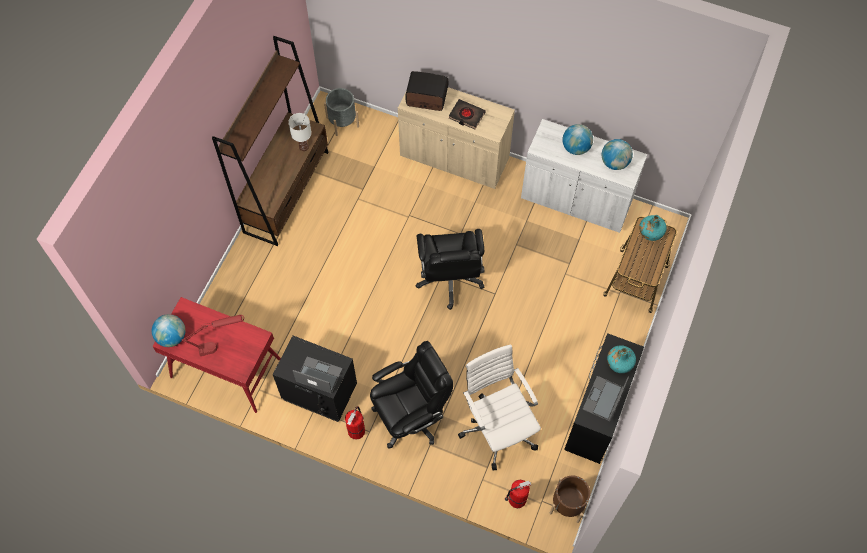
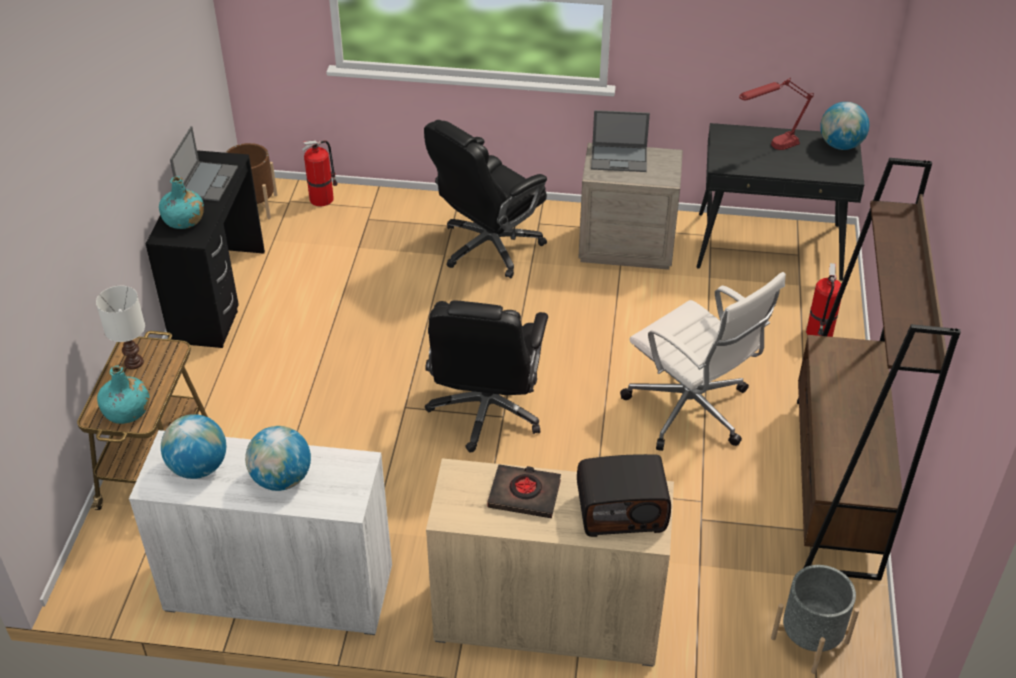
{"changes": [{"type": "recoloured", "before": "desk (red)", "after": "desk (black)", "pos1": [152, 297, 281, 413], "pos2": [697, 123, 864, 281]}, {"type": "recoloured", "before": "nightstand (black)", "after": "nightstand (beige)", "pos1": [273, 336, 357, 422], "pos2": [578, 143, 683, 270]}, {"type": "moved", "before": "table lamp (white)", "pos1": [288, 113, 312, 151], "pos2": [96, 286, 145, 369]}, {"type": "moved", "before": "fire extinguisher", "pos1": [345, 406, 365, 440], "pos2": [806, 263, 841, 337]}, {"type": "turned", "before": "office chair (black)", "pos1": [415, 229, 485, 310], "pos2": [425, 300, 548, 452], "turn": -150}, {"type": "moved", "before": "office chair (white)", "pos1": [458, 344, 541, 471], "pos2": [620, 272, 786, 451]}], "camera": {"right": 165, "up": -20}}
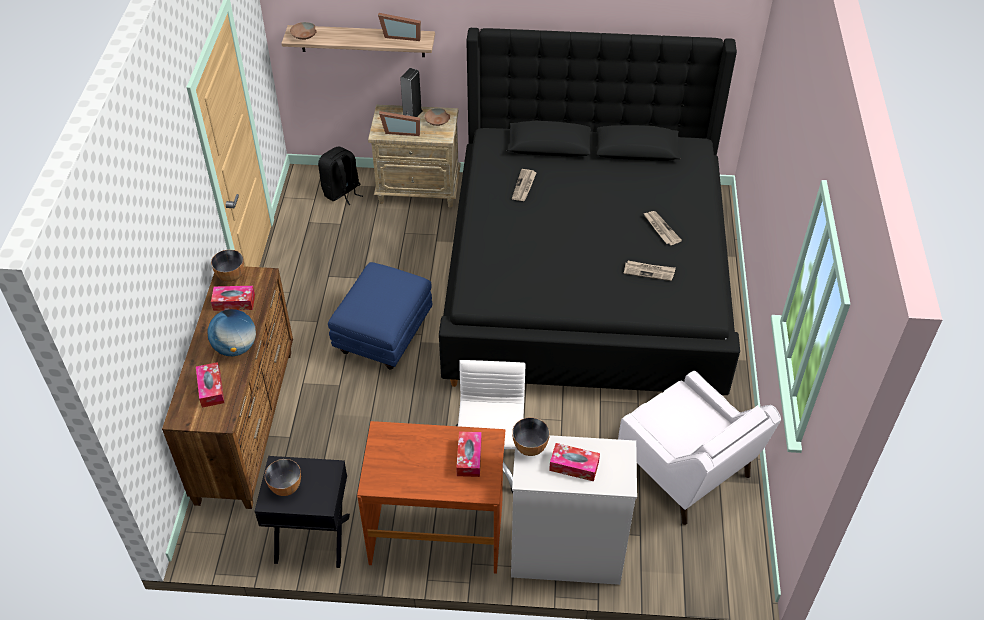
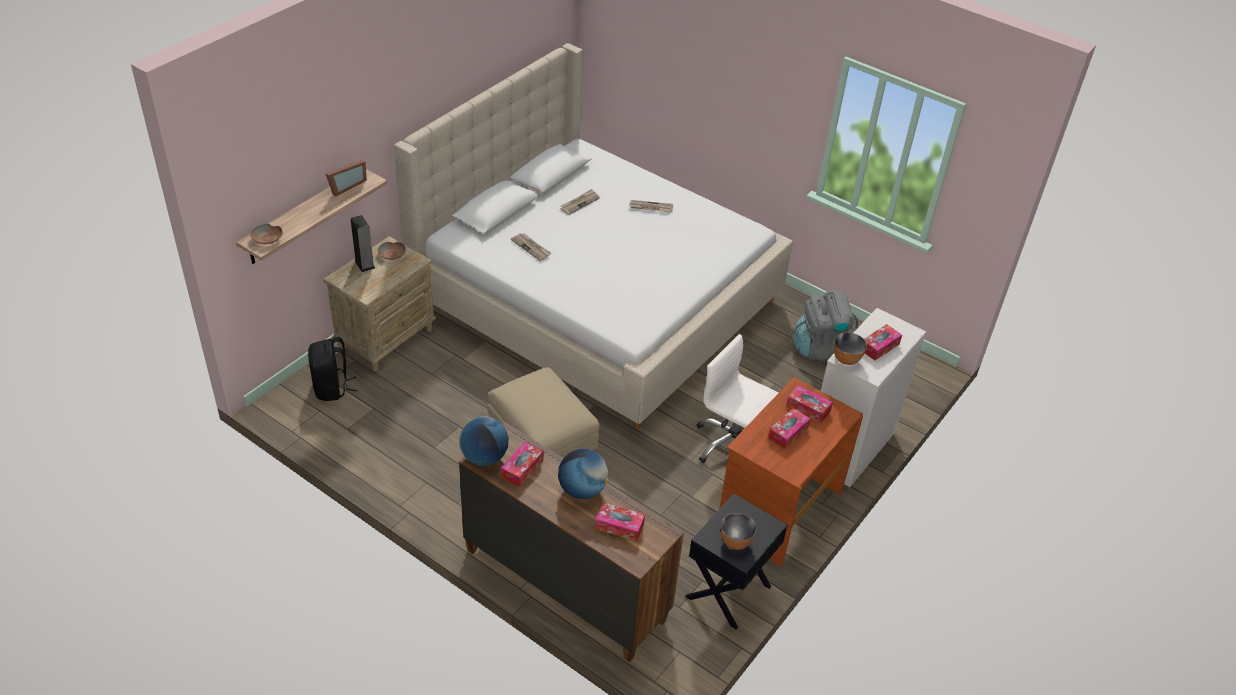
{"changes": [{"type": "replaced", "before": "bowl", "after": "globe", "pos1": [211, 250, 244, 282], "pos2": [459, 416, 509, 466]}, {"type": "recoloured", "before": "ottoman (blue)", "after": "ottoman (beige)", "pos1": [328, 262, 432, 369], "pos2": [487, 367, 600, 458]}, {"type": "removed", "before": "picture frame", "pos1": [379, 111, 420, 136]}, {"type": "recoloured", "before": "bed (black)", "after": "bed (beige)", "pos1": [439, 28, 740, 395], "pos2": [394, 43, 793, 429]}, {"type": "replaced", "before": "armchair (white)", "after": "backpack (grey)", "pos1": [618, 371, 781, 525], "pos2": [793, 290, 858, 361]}, {"type": "moved", "before": "newspaper", "pos1": [624, 261, 676, 281], "pos2": [560, 189, 600, 215]}, {"type": "added", "after": "tissue box", "pos2": [768, 408, 810, 449]}], "camera": {"right": -60, "up": -5}}
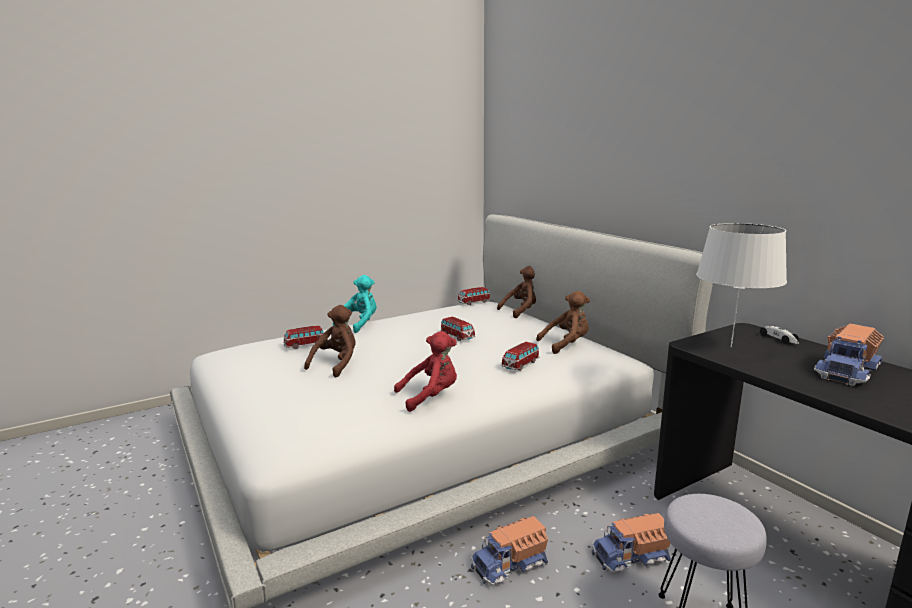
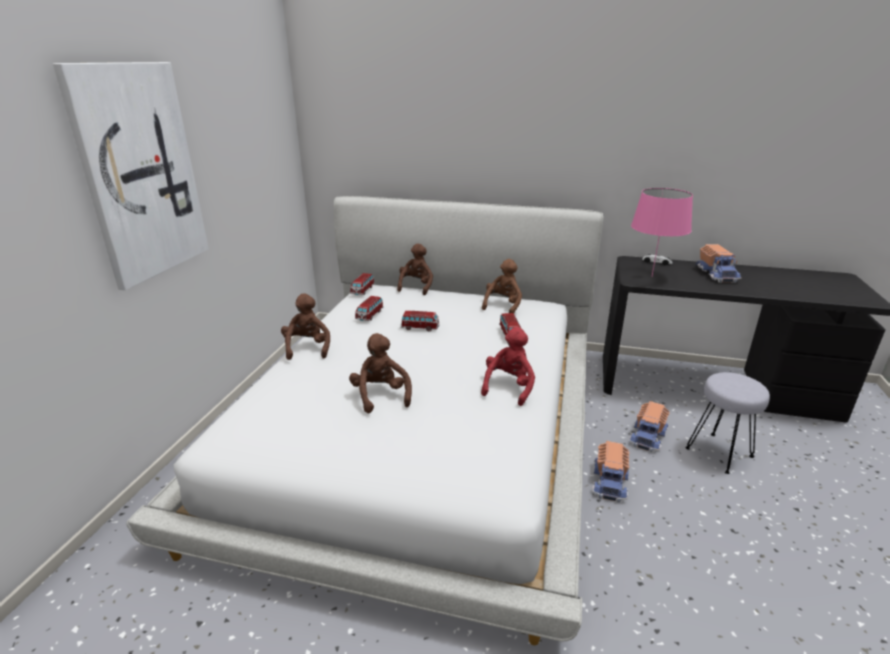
{"changes": [{"type": "moved", "before": "toy car", "pos1": [284, 326, 324, 349], "pos2": [355, 296, 383, 321]}, {"type": "recoloured", "before": "plush toy (turquoise)", "after": "plush toy (brown)", "pos1": [333, 275, 377, 333], "pos2": [281, 294, 330, 360]}, {"type": "recoloured", "before": "table lamp (white)", "after": "table lamp (pink)", "pos1": [696, 223, 787, 348], "pos2": [631, 188, 693, 276]}, {"type": "added", "after": "picture", "pos2": [53, 62, 209, 290]}], "camera": {"right": -45, "up": 10}}
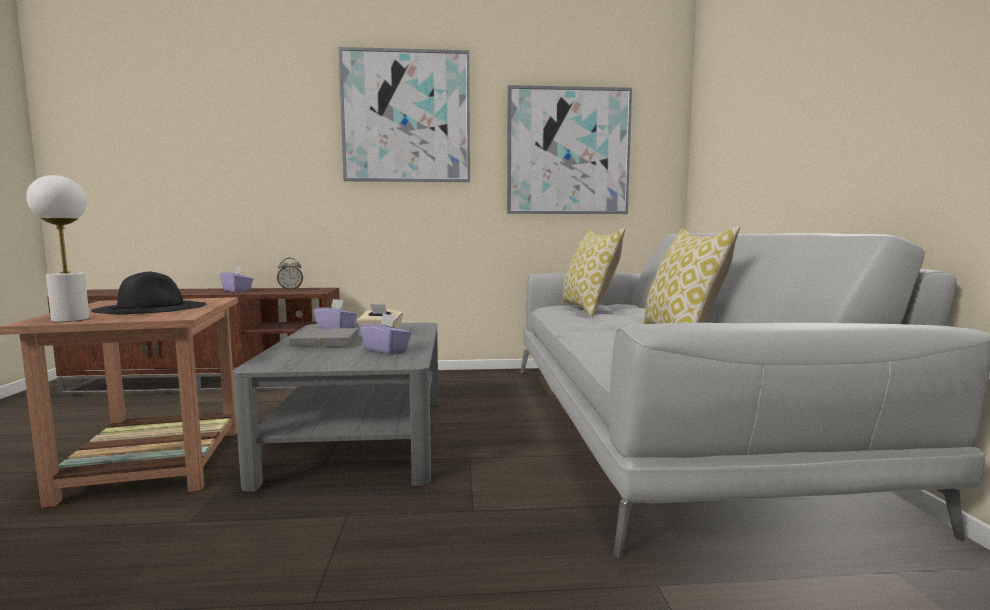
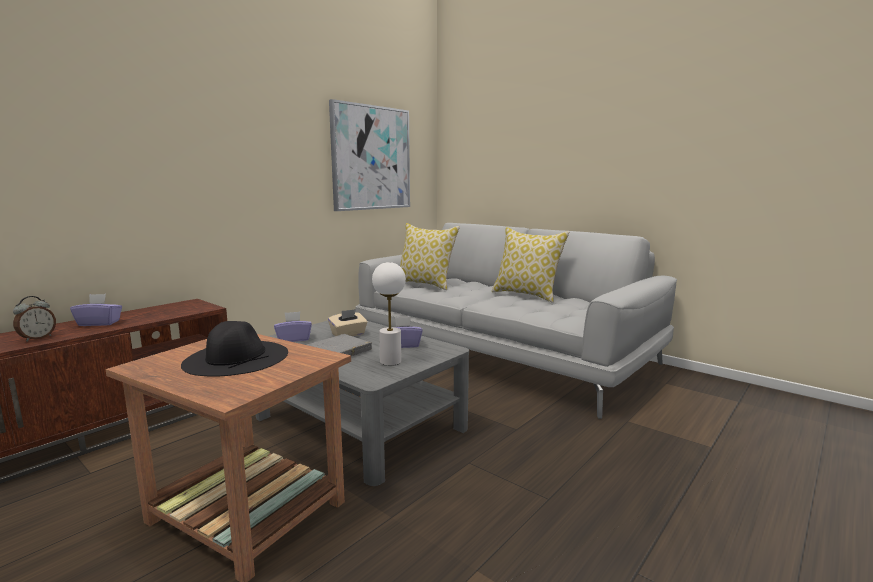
{"changes": [{"type": "moved", "before": "table lamp (white)", "pos1": [26, 175, 90, 322], "pos2": [372, 262, 406, 366]}, {"type": "moved", "before": "alarm clock", "pos1": [277, 258, 303, 290], "pos2": [13, 296, 56, 342]}, {"type": "removed", "before": "picture", "pos1": [338, 47, 470, 182]}], "camera": {"right": -45, "up": 5}}
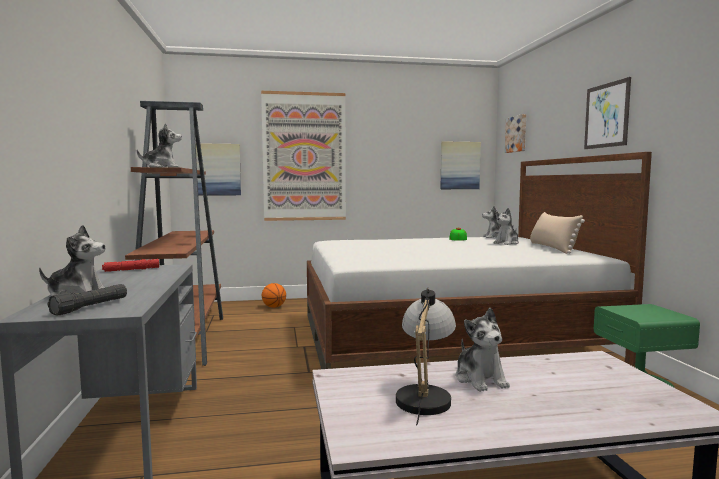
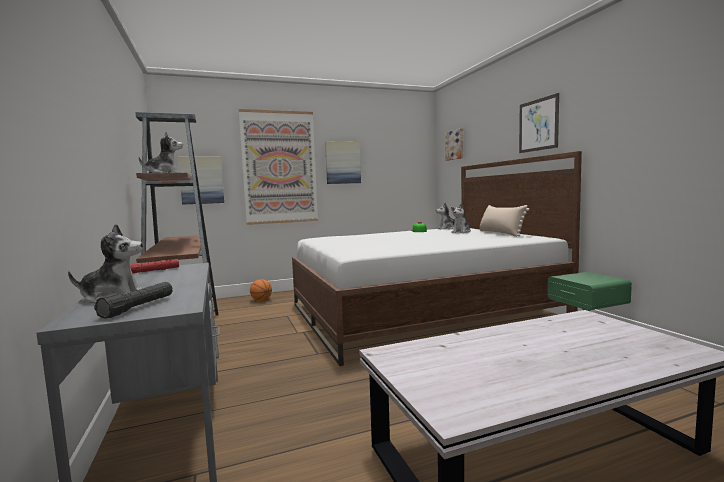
{"changes": [{"type": "removed", "before": "table lamp", "pos1": [396, 288, 456, 425]}, {"type": "moved", "before": "picture", "pos1": [440, 141, 481, 189], "pos2": [325, 141, 361, 184]}, {"type": "removed", "before": "plush toy", "pos1": [456, 308, 510, 392]}], "camera": {"right": -10, "up": 0}}
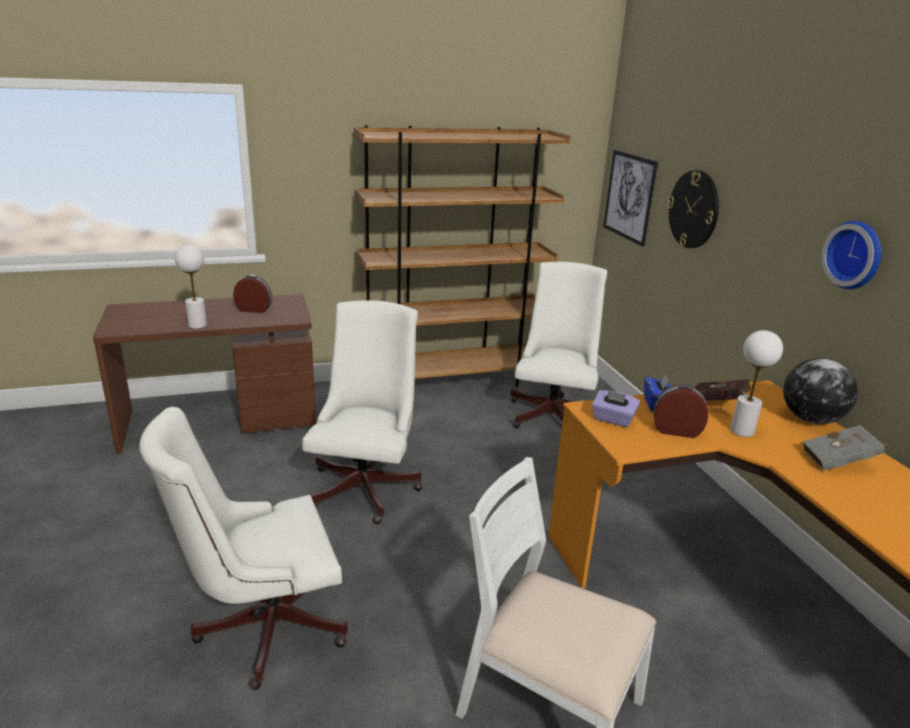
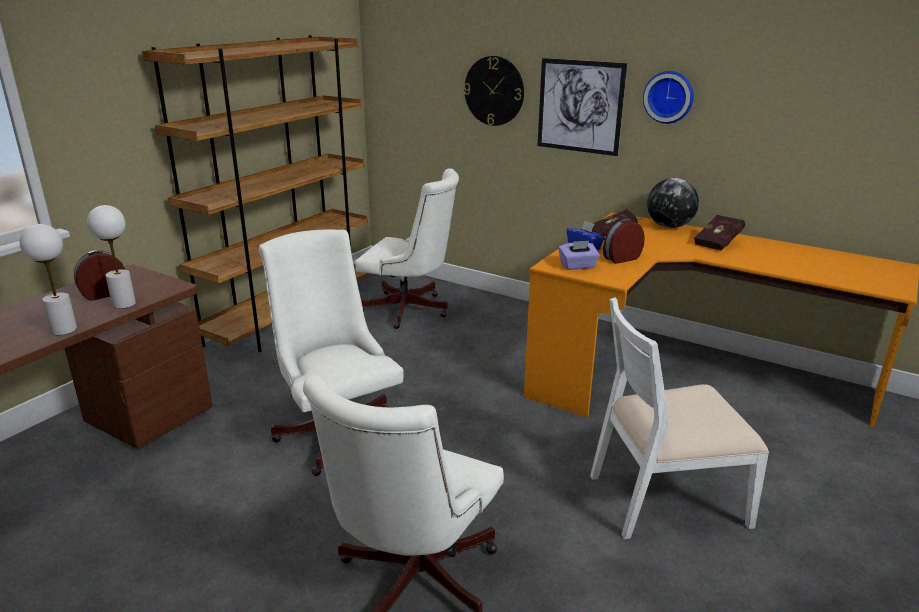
{"changes": [{"type": "turned", "before": "office chair (white)", "pos1": [510, 262, 607, 428], "pos2": [355, 168, 459, 329], "turn": 135}, {"type": "moved", "before": "picture", "pos1": [603, 150, 658, 247], "pos2": [537, 58, 627, 156]}, {"type": "moved", "before": "table lamp (white)", "pos1": [730, 330, 783, 437], "pos2": [87, 205, 136, 309]}, {"type": "recoloured", "before": "book (grey)", "after": "book (red)", "pos1": [803, 425, 887, 470], "pos2": [694, 215, 745, 251]}], "camera": {"right": -40, "up": 0}}
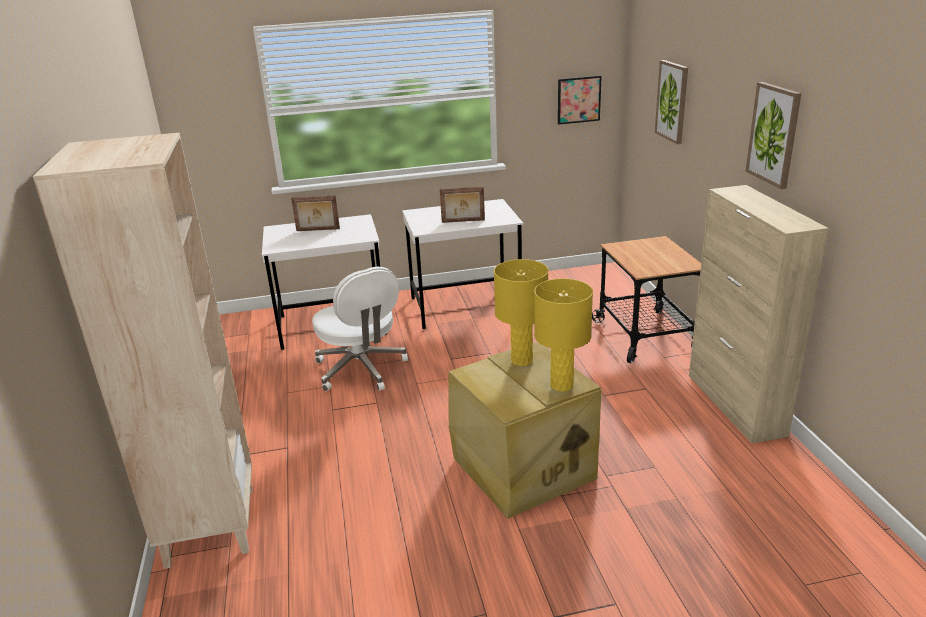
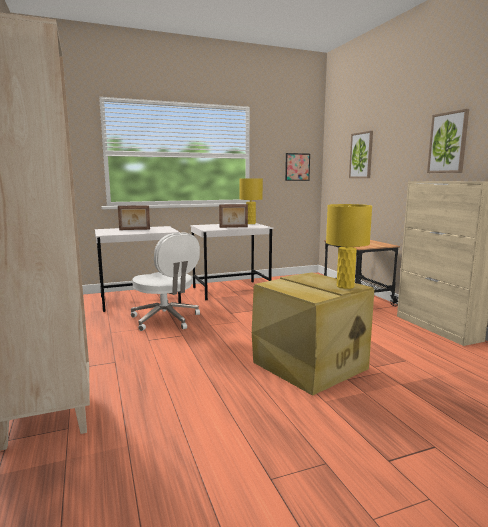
{"changes": [{"type": "moved", "before": "table lamp (yellow)", "pos1": [494, 259, 548, 366], "pos2": [239, 178, 263, 224]}], "camera": {"right": -10, "up": -15}}
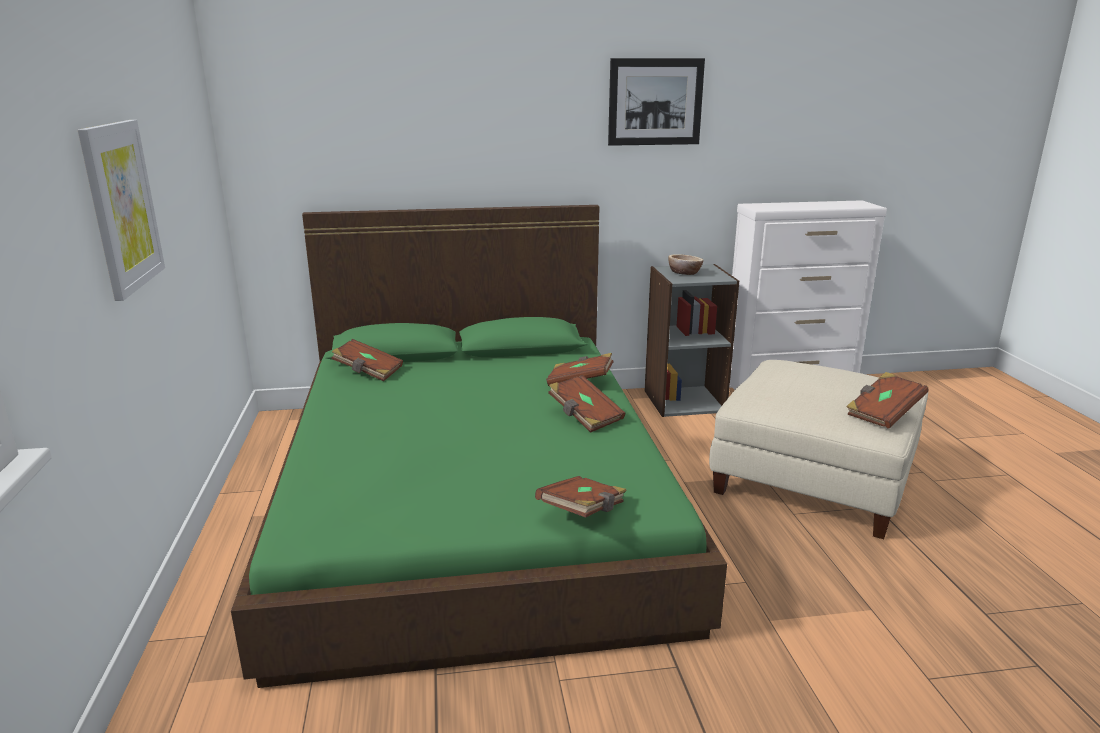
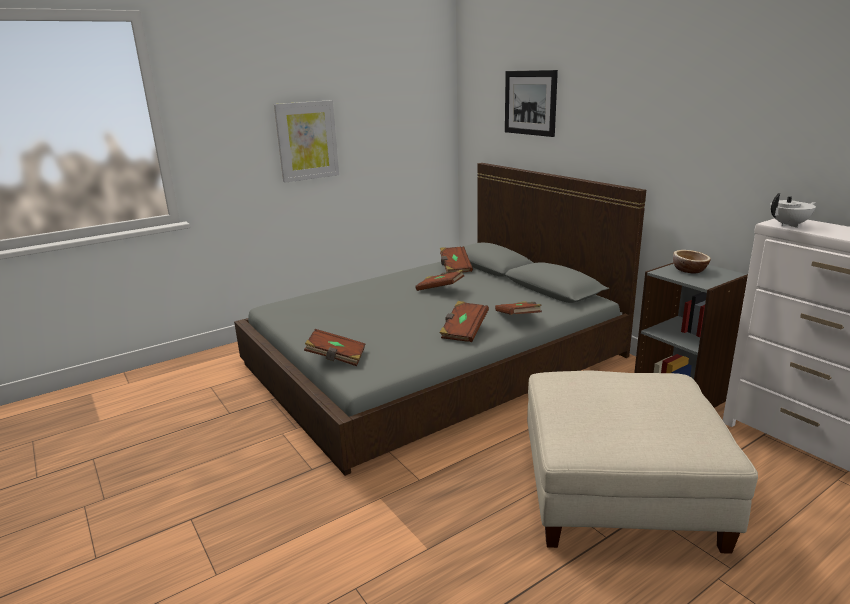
{"changes": [{"type": "recoloured", "before": "bed (green)", "after": "bed (grey)", "pos1": [231, 205, 727, 688], "pos2": [234, 163, 646, 476]}, {"type": "moved", "before": "picture", "pos1": [608, 58, 705, 146], "pos2": [505, 70, 558, 137]}, {"type": "moved", "before": "book (brown)", "pos1": [846, 372, 929, 429], "pos2": [415, 270, 464, 291]}, {"type": "added", "after": "teapot (white)", "pos2": [770, 193, 816, 228]}], "camera": {"right": 65, "up": 0}}
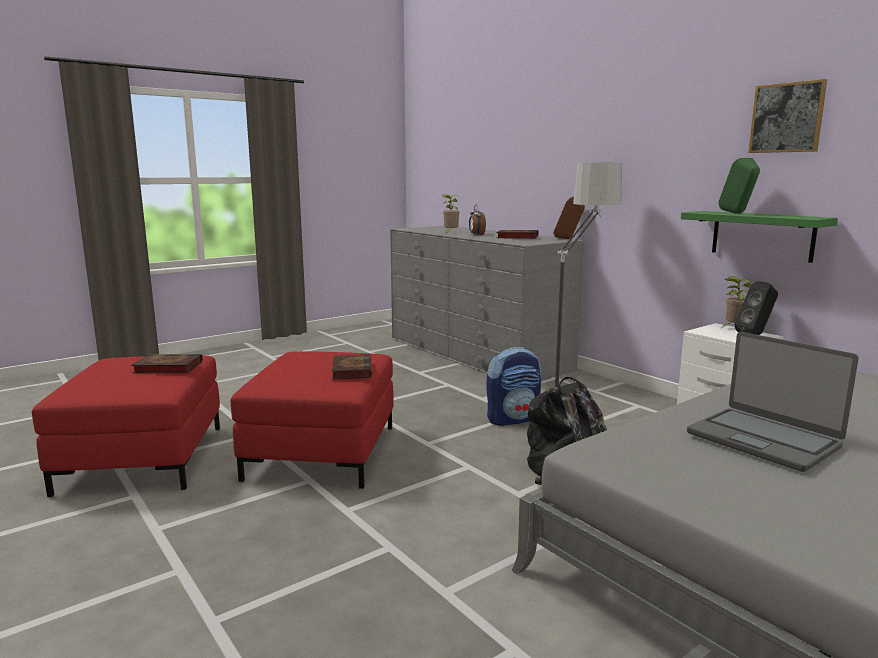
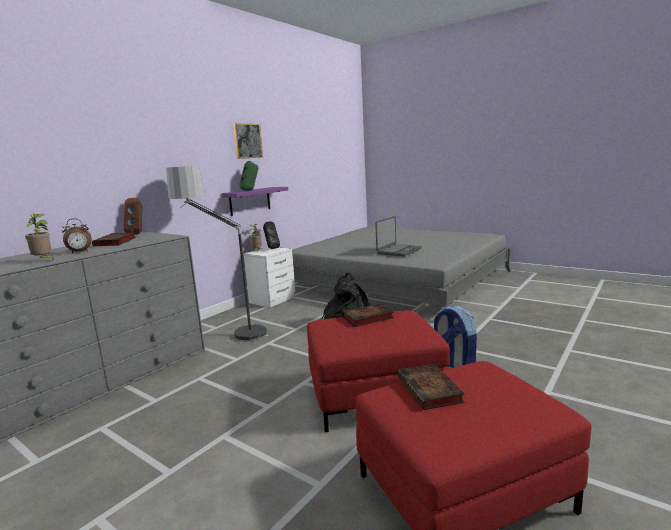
{"changes": [{"type": "moved", "before": "backpack", "pos1": [486, 347, 541, 426], "pos2": [434, 305, 477, 368]}, {"type": "recoloured", "before": "shelf (green)", "after": "shelf (purple)", "pos1": [681, 211, 838, 263], "pos2": [221, 187, 288, 216]}], "camera": {"right": -105, "up": 0}}
